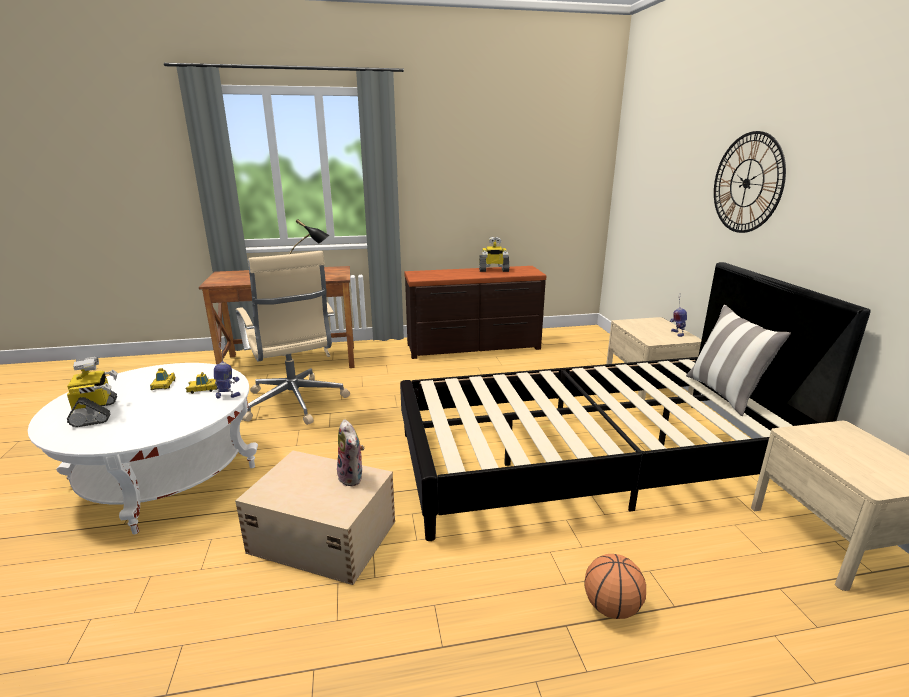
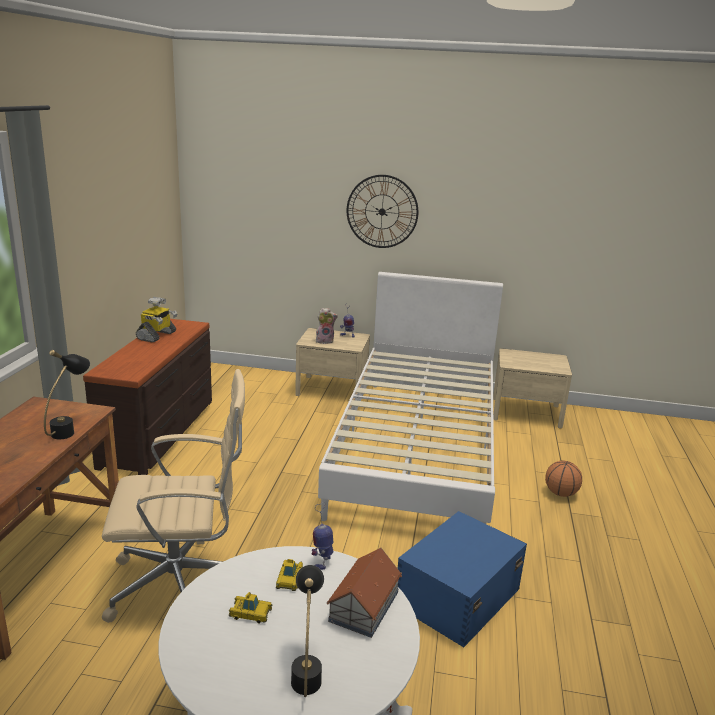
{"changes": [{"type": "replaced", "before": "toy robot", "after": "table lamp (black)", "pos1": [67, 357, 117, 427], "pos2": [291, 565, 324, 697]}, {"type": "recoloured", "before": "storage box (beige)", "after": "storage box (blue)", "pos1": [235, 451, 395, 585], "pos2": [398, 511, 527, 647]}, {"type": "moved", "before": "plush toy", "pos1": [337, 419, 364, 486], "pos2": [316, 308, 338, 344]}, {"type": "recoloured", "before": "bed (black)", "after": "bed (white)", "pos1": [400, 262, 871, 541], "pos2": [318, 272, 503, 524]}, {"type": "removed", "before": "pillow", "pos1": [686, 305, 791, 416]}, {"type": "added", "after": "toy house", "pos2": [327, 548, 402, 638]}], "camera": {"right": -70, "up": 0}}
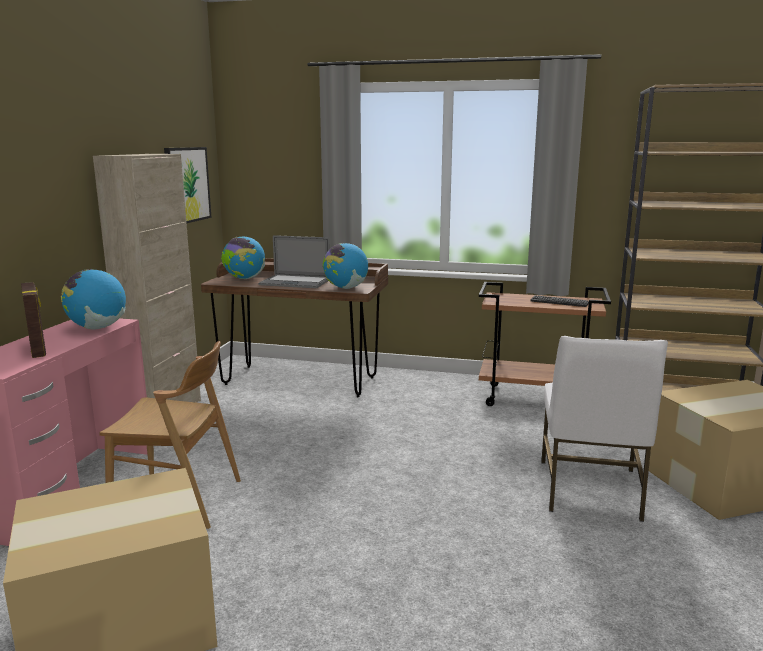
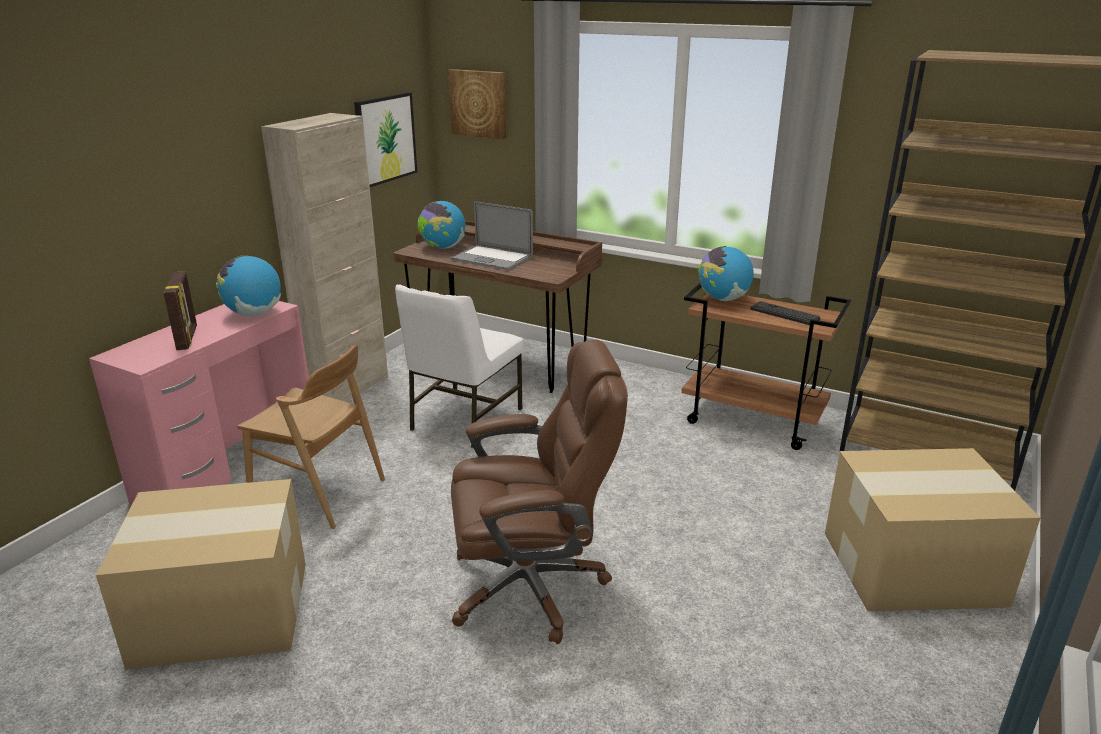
{"changes": [{"type": "moved", "before": "globe", "pos1": [323, 243, 368, 289], "pos2": [698, 246, 754, 301]}, {"type": "moved", "before": "chair (white)", "pos1": [541, 336, 668, 522], "pos2": [395, 285, 524, 448]}, {"type": "added", "after": "picture", "pos2": [448, 69, 506, 139]}, {"type": "added", "after": "office chair (brown)", "pos2": [451, 340, 628, 644]}], "camera": {"right": 15, "up": 10}}
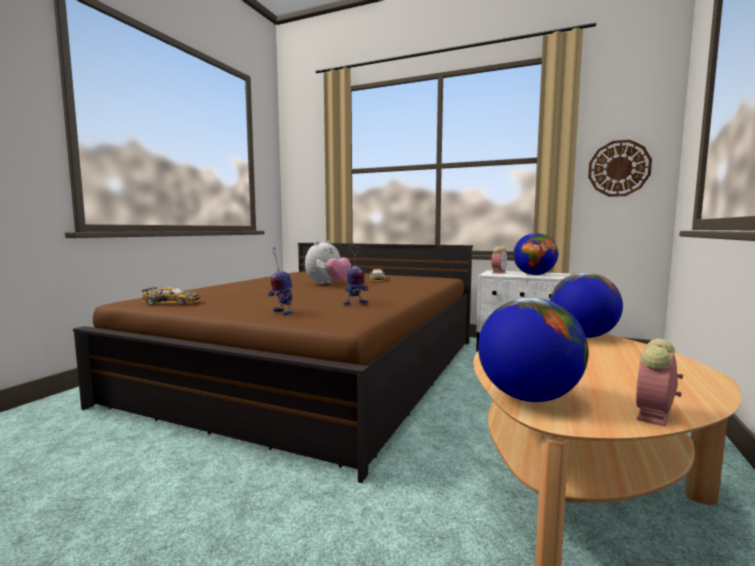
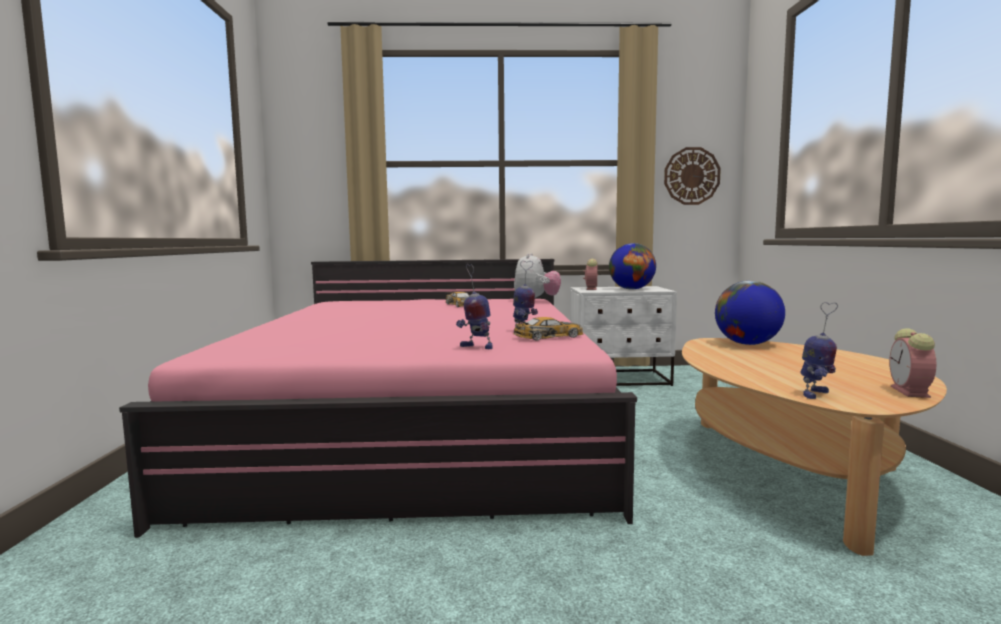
{"changes": [{"type": "recoloured", "before": "bed (brown)", "after": "bed (pink)", "pos1": [73, 243, 473, 483], "pos2": [119, 259, 637, 538]}, {"type": "moved", "before": "toy car", "pos1": [142, 287, 201, 305], "pos2": [514, 317, 583, 341]}, {"type": "moved", "before": "plush toy", "pos1": [305, 241, 351, 285], "pos2": [514, 253, 561, 298]}, {"type": "replaced", "before": "globe", "after": "toy robot", "pos1": [478, 297, 589, 402], "pos2": [800, 302, 838, 399]}], "camera": {"right": -25, "up": 0}}
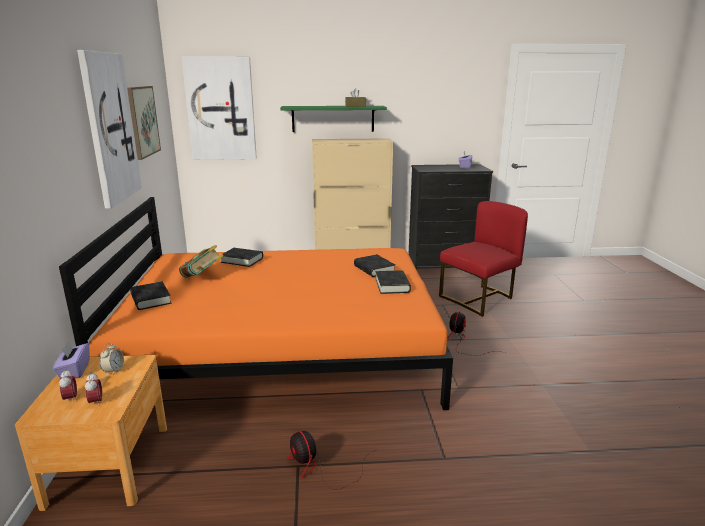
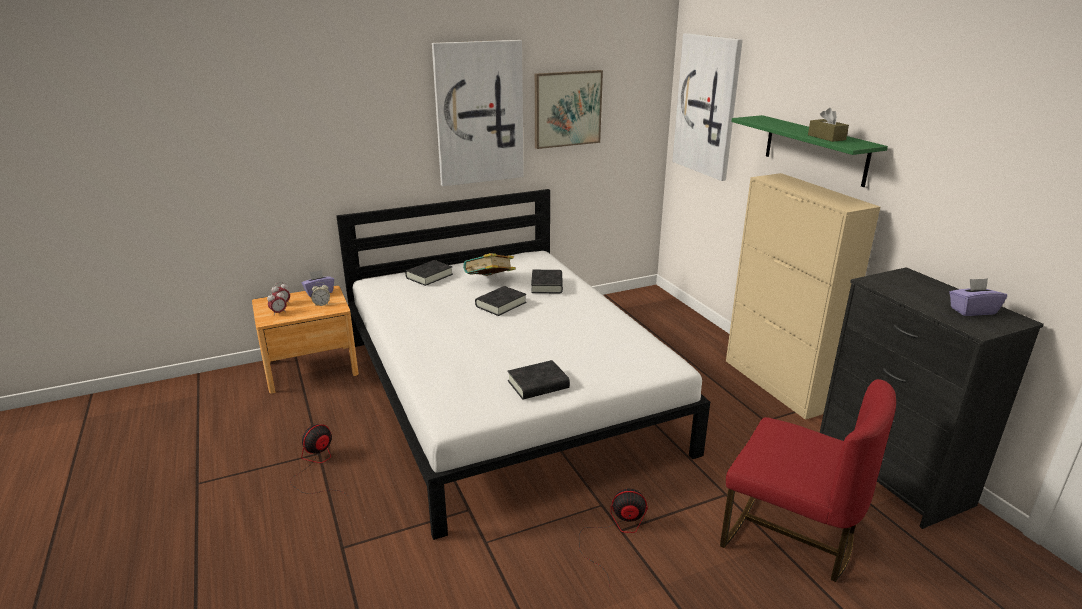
{"changes": [{"type": "recoloured", "before": "bed (orange)", "after": "bed (white)", "pos1": [59, 197, 453, 410], "pos2": [336, 189, 710, 540]}, {"type": "moved", "before": "book (black)", "pos1": [354, 254, 395, 277], "pos2": [475, 286, 526, 316]}], "camera": {"right": 70, "up": 5}}
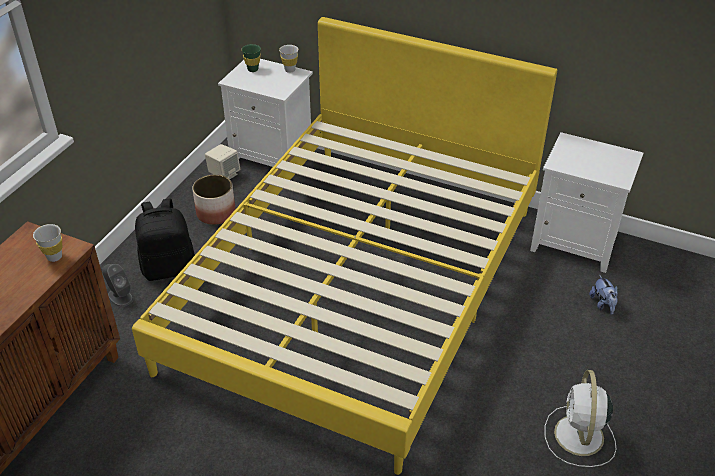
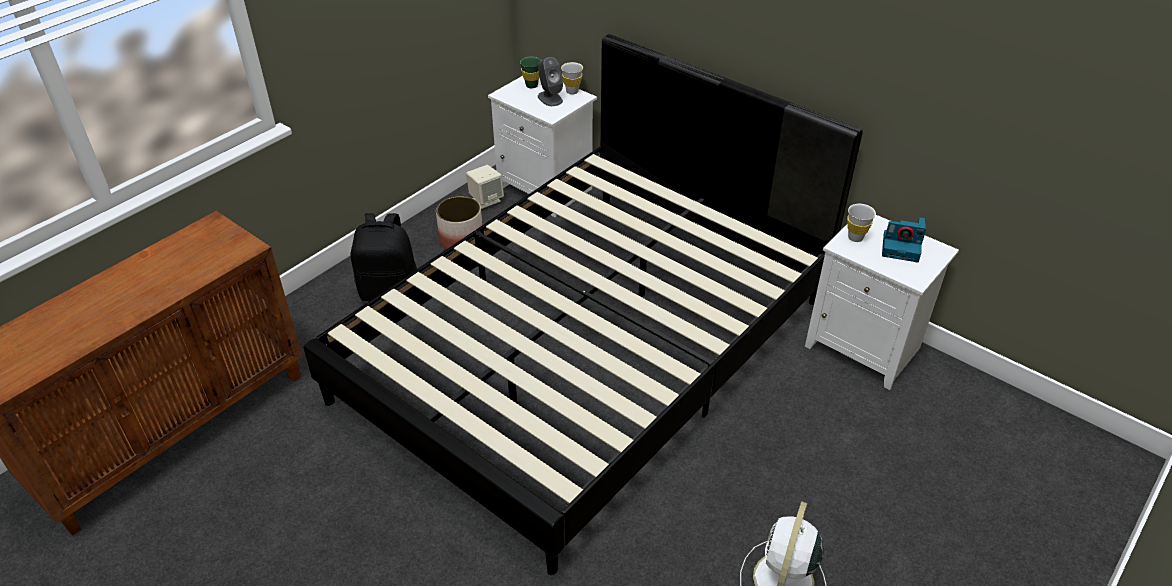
{"changes": [{"type": "moved", "before": "cup (white)", "pos1": [33, 224, 62, 262], "pos2": [847, 204, 876, 242]}, {"type": "moved", "before": "speaker (grey)", "pos1": [102, 264, 133, 307], "pos2": [538, 57, 563, 106]}, {"type": "recoloured", "before": "bed (yellow)", "after": "bed (black)", "pos1": [132, 17, 557, 475], "pos2": [303, 34, 863, 575]}, {"type": "removed", "before": "plush toy", "pos1": [589, 275, 618, 315]}, {"type": "added", "after": "photo camera", "pos2": [882, 217, 926, 262]}], "camera": {"right": 15, "up": 0}}
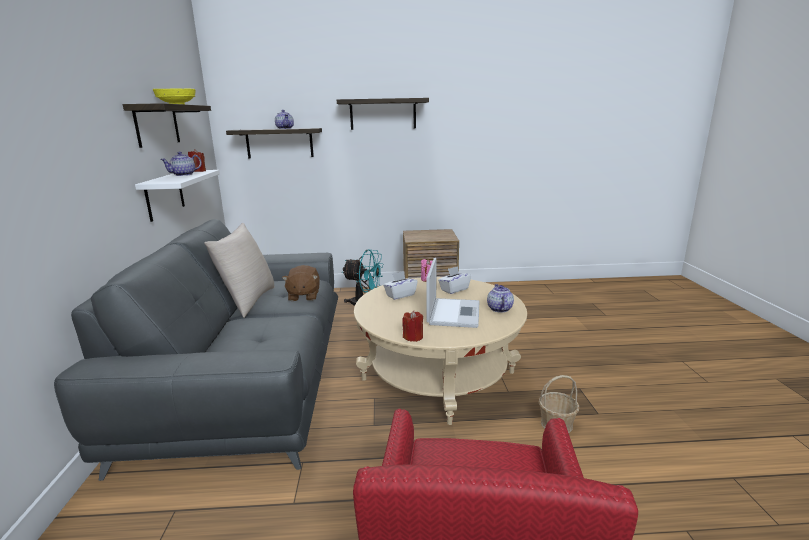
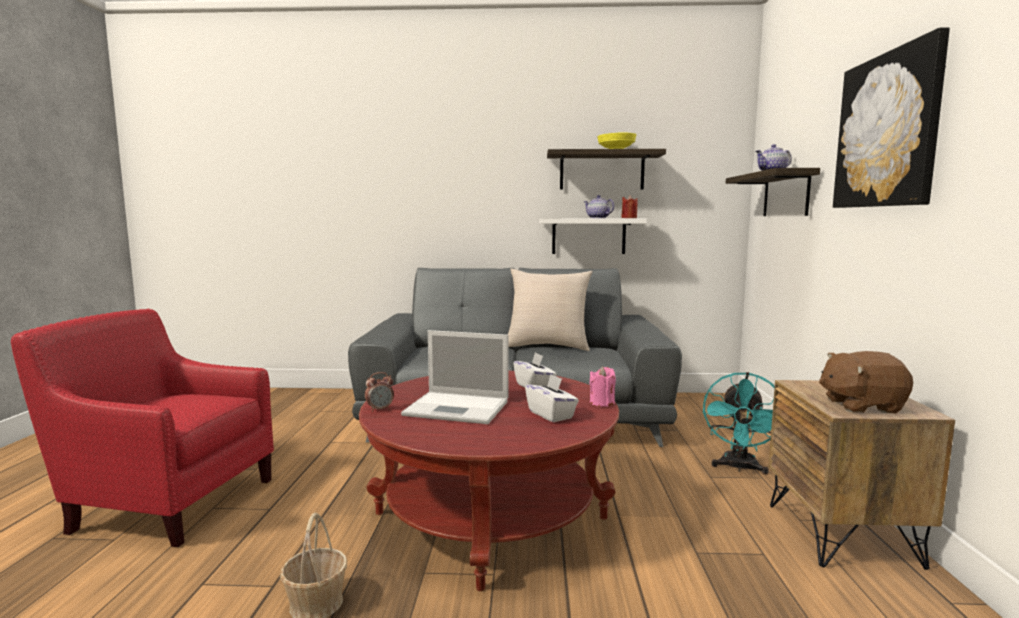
{"changes": [{"type": "moved", "before": "plush toy (brown)", "pos1": [282, 265, 320, 301], "pos2": [819, 351, 913, 413]}, {"type": "replaced", "before": "shelf", "after": "picture", "pos1": [337, 98, 429, 130], "pos2": [833, 28, 950, 208]}, {"type": "recoloured", "before": "coffee table (beige)", "after": "coffee table (red)", "pos1": [354, 277, 527, 425], "pos2": [359, 371, 619, 591]}, {"type": "removed", "before": "candle (red)", "pos1": [402, 311, 423, 342]}, {"type": "removed", "before": "teapot", "pos1": [487, 284, 514, 312]}, {"type": "added", "after": "alarm clock", "pos2": [365, 372, 394, 412]}], "camera": {"right": 95, "up": -10}}
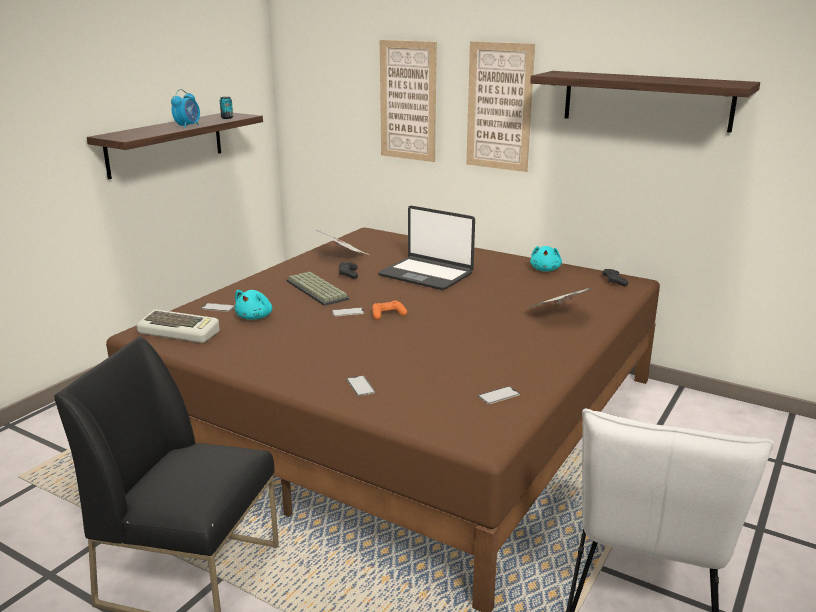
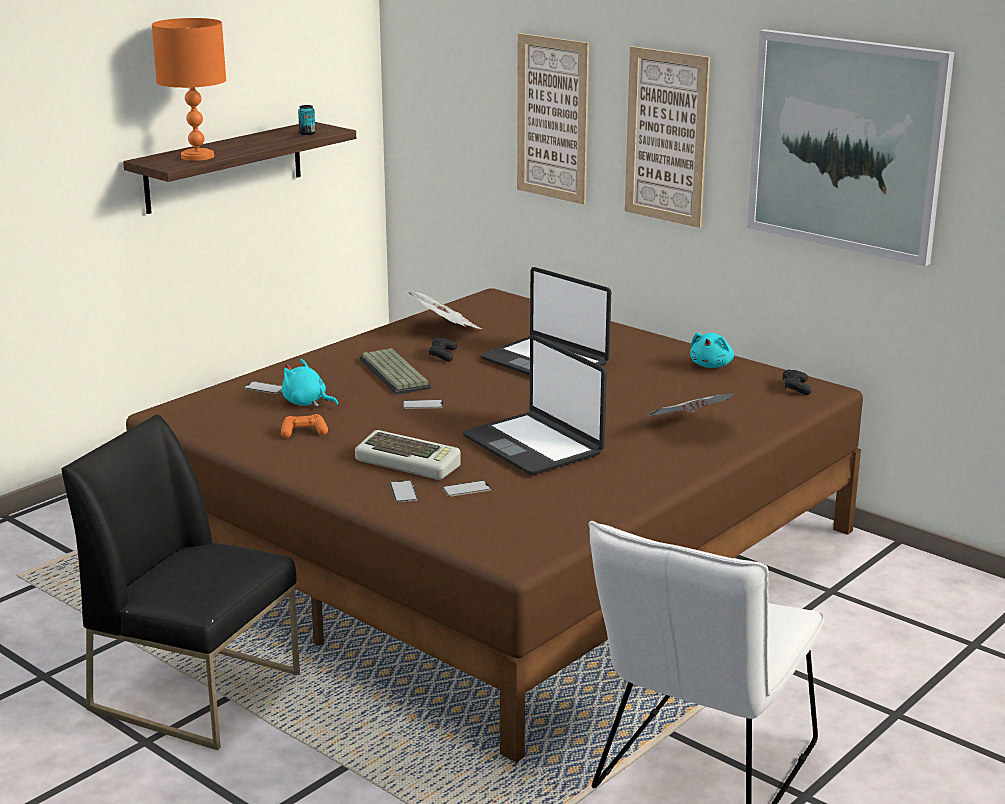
{"changes": [{"type": "moved", "before": "keyboard", "pos1": [137, 309, 220, 343], "pos2": [355, 430, 461, 480]}, {"type": "removed", "before": "alarm clock", "pos1": [171, 89, 200, 129]}, {"type": "turned", "before": "plush toy (turquoise)", "pos1": [235, 290, 272, 320], "pos2": [282, 359, 339, 407], "turn": 90}, {"type": "moved", "before": "game controller (orange)", "pos1": [373, 300, 407, 320], "pos2": [281, 414, 328, 438]}, {"type": "moved", "before": "phone", "pos1": [478, 386, 520, 404], "pos2": [442, 480, 491, 497]}, {"type": "replaced", "before": "shelf", "after": "picture", "pos1": [530, 71, 760, 133], "pos2": [747, 29, 954, 266]}, {"type": "added", "after": "table lamp (orange)", "pos2": [152, 18, 226, 161]}, {"type": "added", "after": "laptop", "pos2": [463, 335, 607, 475]}], "camera": {"right": 10, "up": 0}}
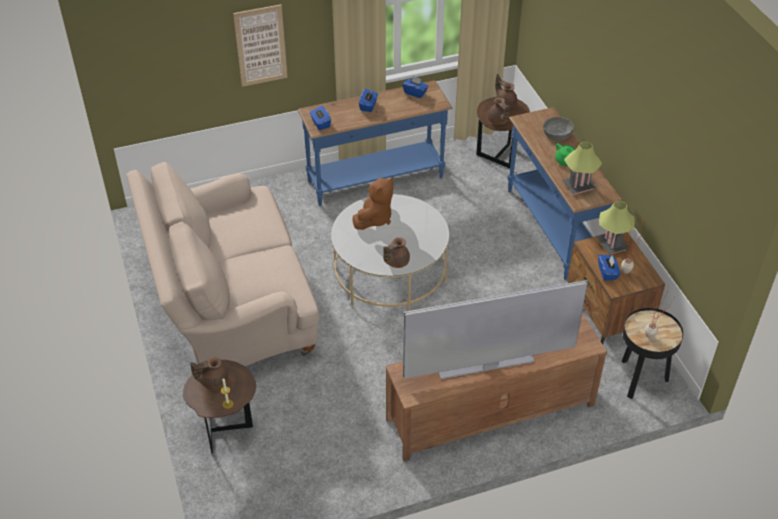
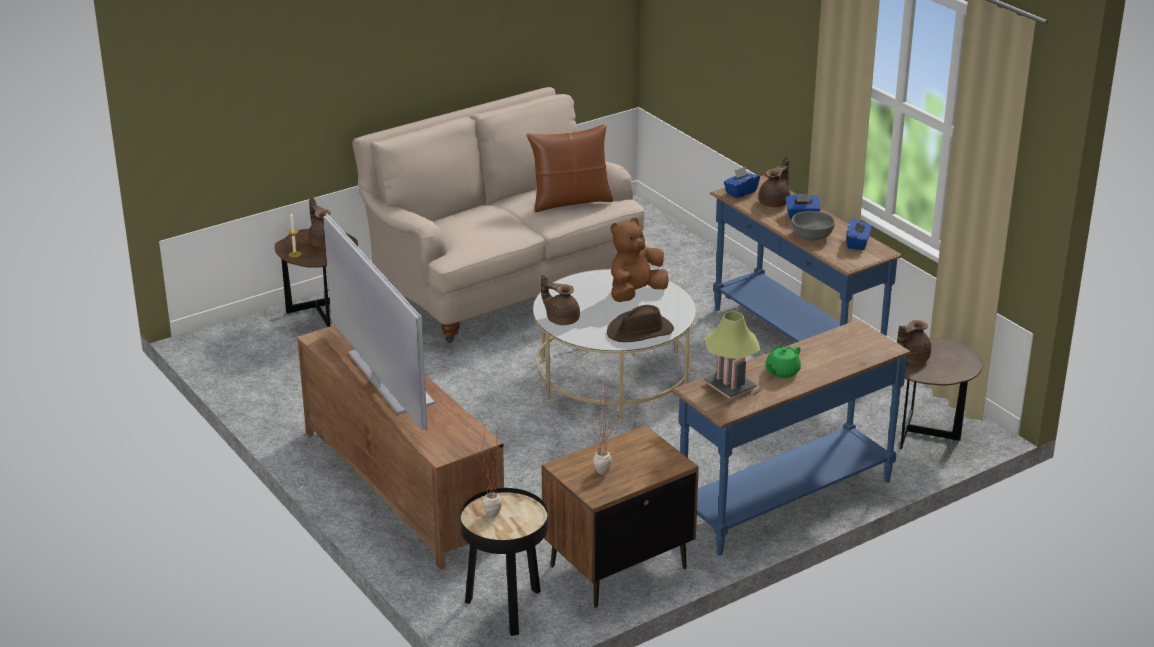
{"changes": [{"type": "removed", "before": "picture", "pos1": [233, 4, 288, 87]}, {"type": "turned", "before": "plush toy (brown)", "pos1": [353, 177, 393, 230], "pos2": [611, 217, 669, 302], "turn": 120}, {"type": "moved", "before": "teapot (brown)", "pos1": [495, 74, 517, 108], "pos2": [758, 156, 790, 207]}, {"type": "moved", "before": "bowl (grey)", "pos1": [543, 117, 574, 141], "pos2": [792, 211, 835, 240]}, {"type": "removed", "before": "table lamp", "pos1": [596, 201, 635, 254]}, {"type": "removed", "before": "tissue box (blue)", "pos1": [598, 254, 620, 281]}, {"type": "added", "after": "pillow (brown)", "pos2": [526, 124, 613, 212]}, {"type": "added", "after": "hat (brown)", "pos2": [607, 305, 674, 342]}], "camera": {"right": 75, "up": -15}}
